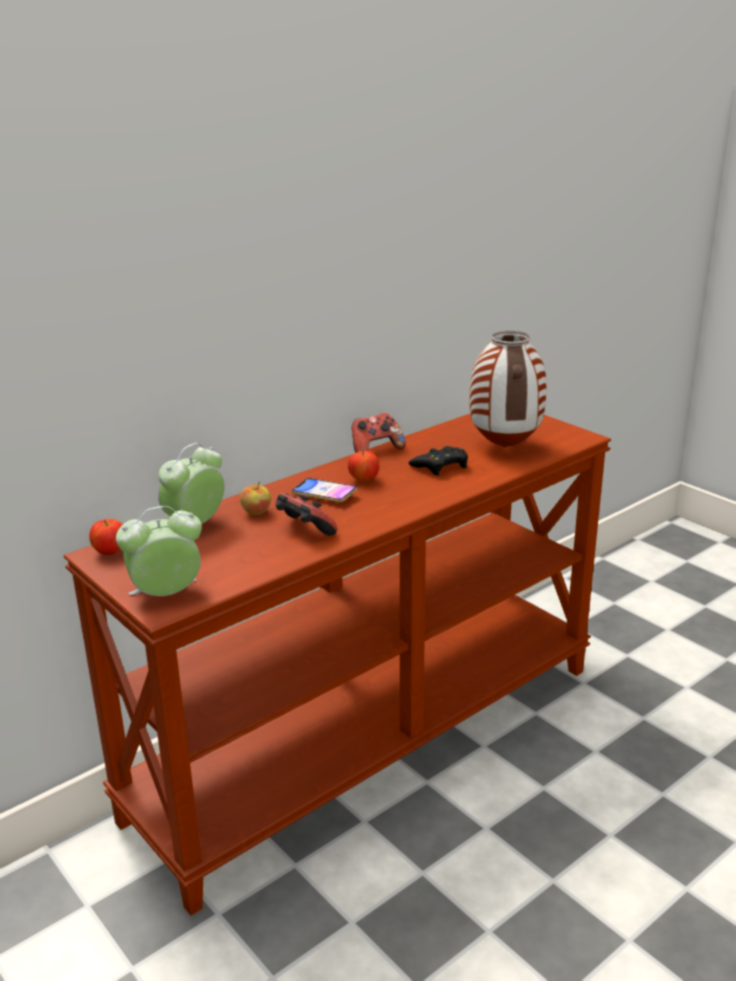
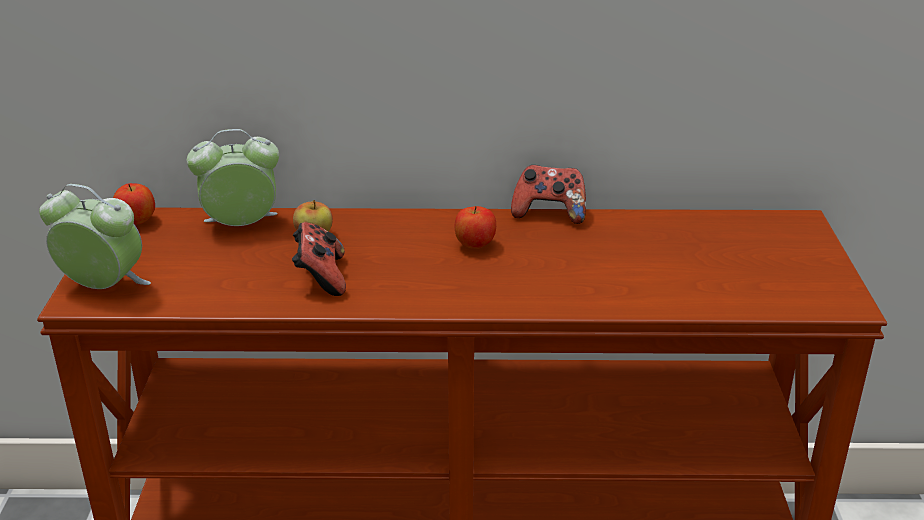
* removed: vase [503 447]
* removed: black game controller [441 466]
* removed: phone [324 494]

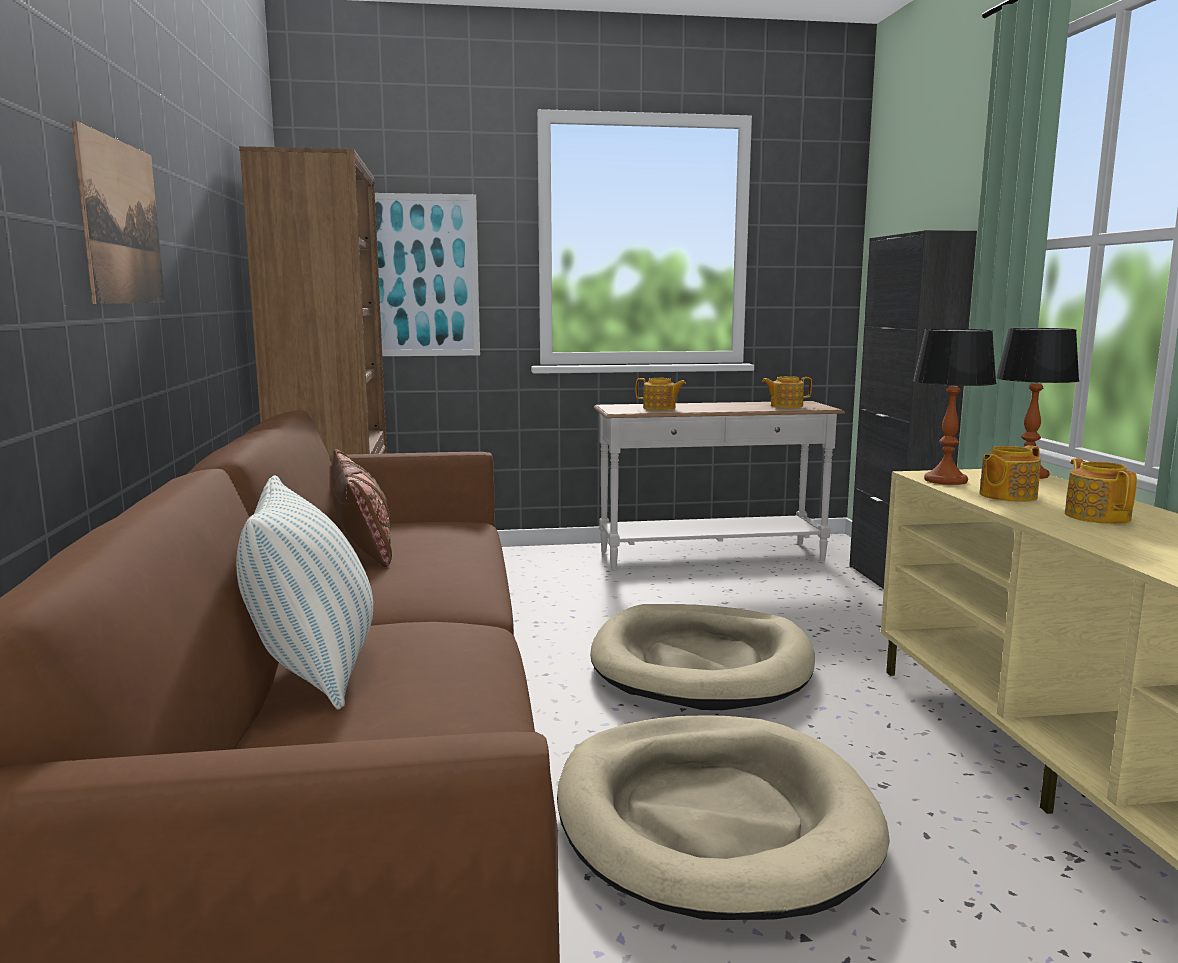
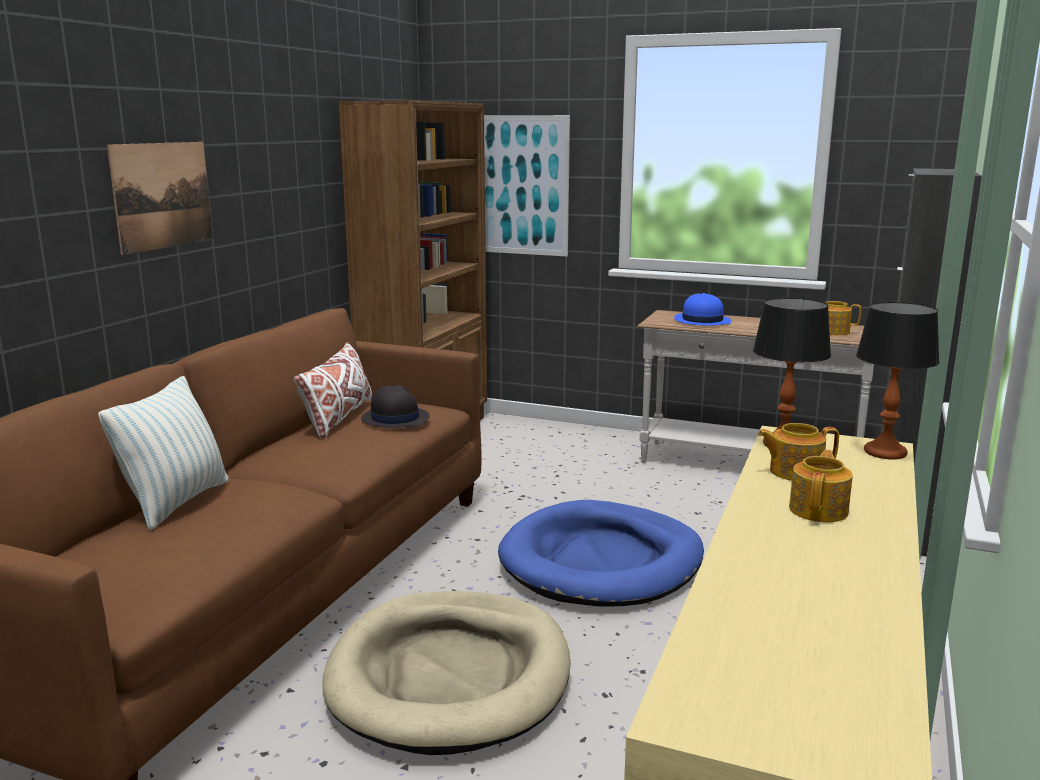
* replaced: teapot [660 408] to blue hat [701 321]
* recoloured: brown pillow [362 545] to white pillow [338 418]
* recoloured: beige dog bed [701 664] to blue dog bed [601 561]
* added: black hat [394 418]

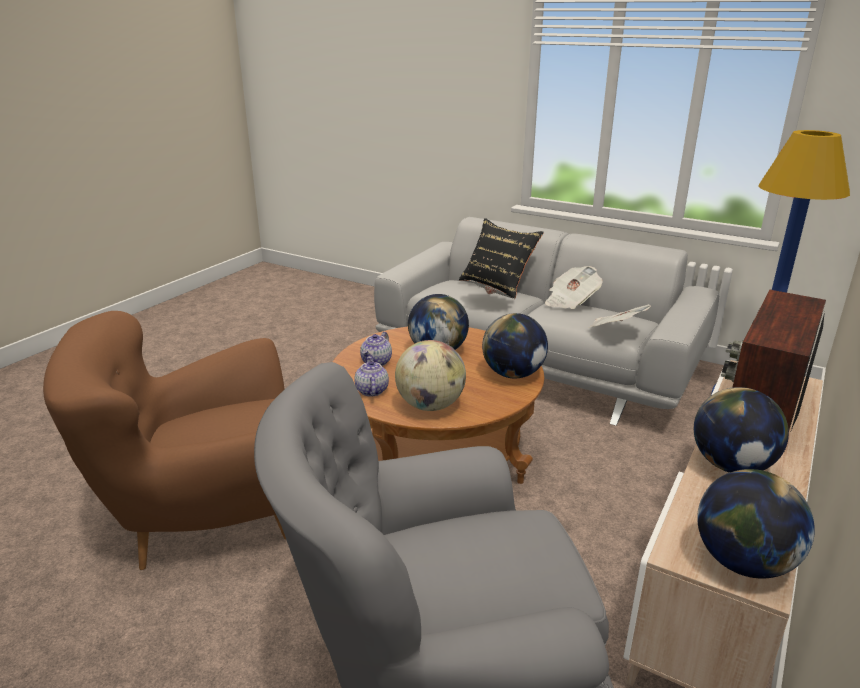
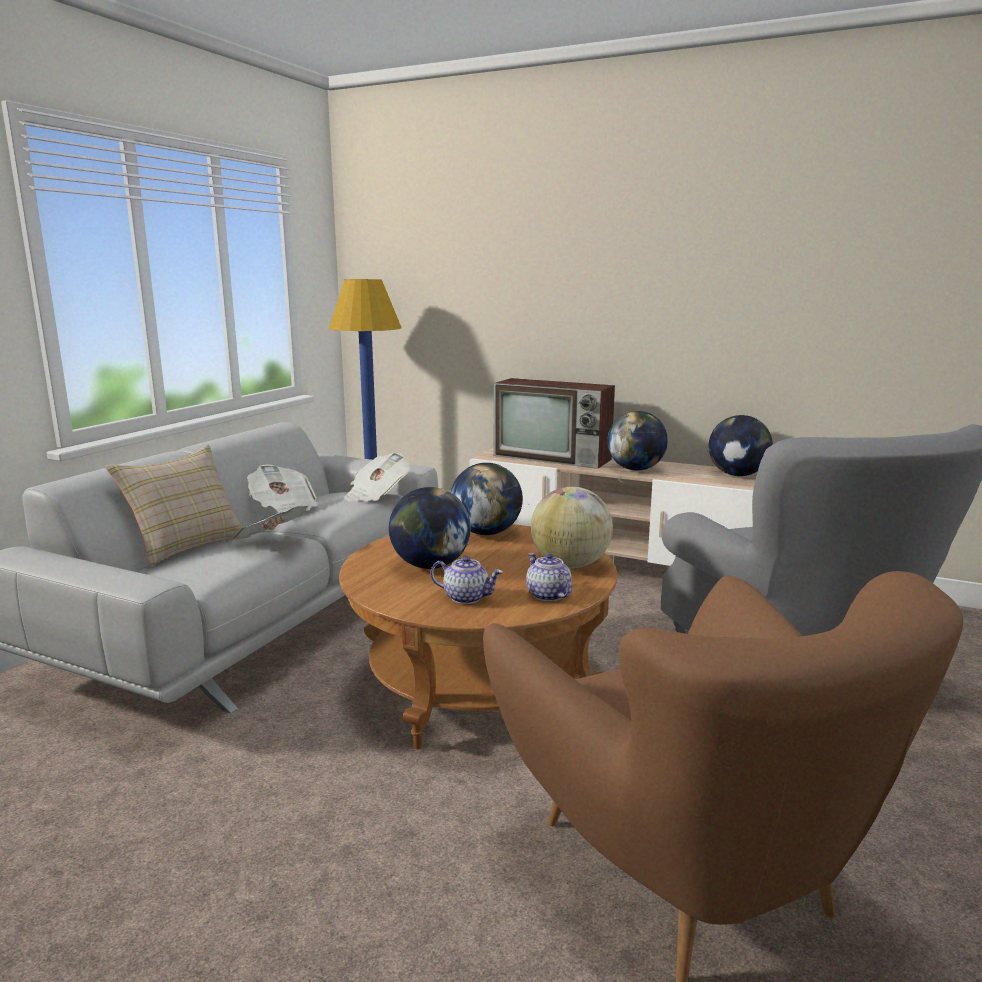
* recoloured: black pillow [498 285] to beige pillow [187 545]
* turned: teapot [371 390] = [547 595] 75 degrees clockwise

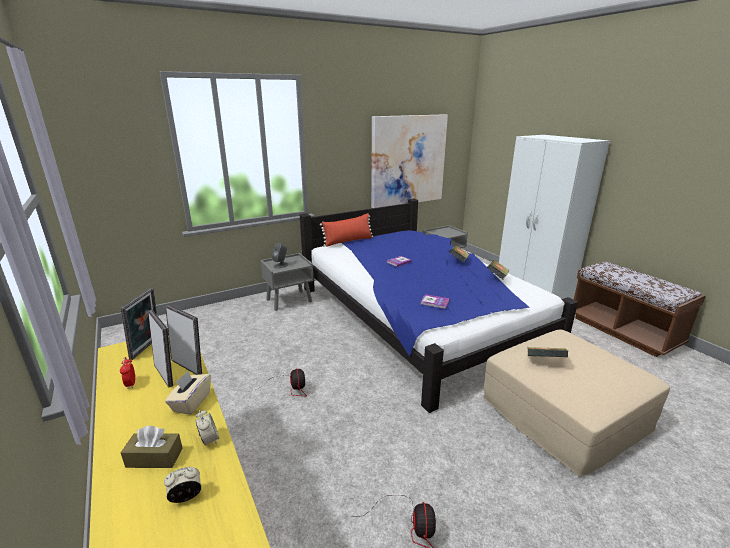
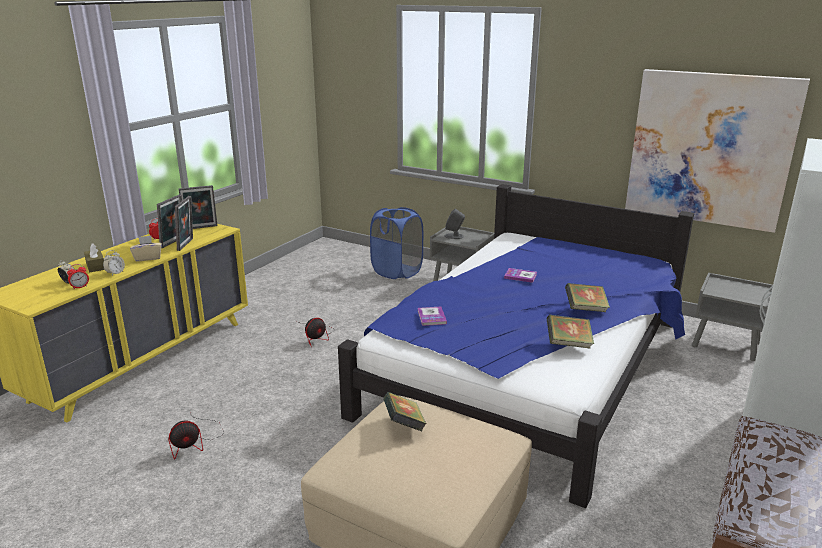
* removed: red pillow [348 241]
* added: blue laundry basket [397 271]
* added: alarm clock [80 287]

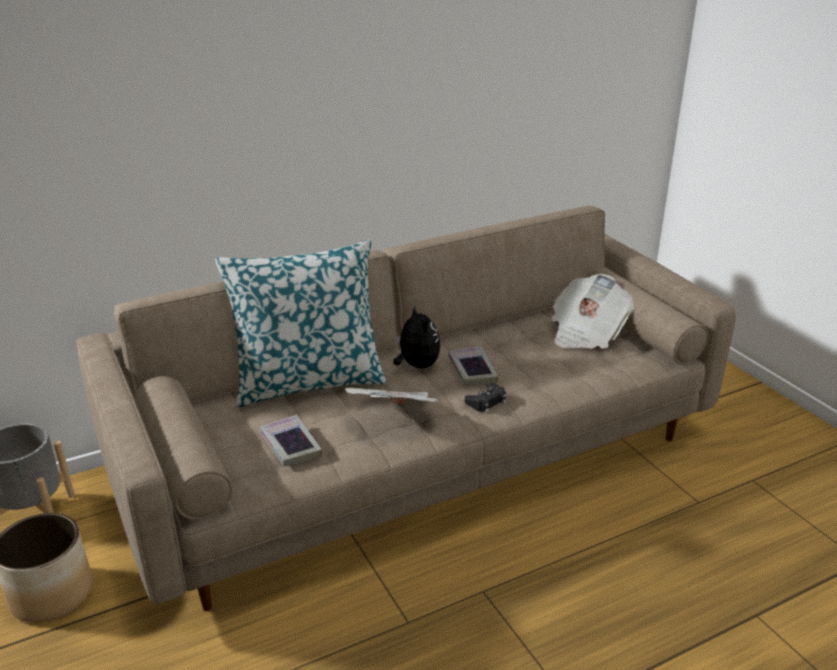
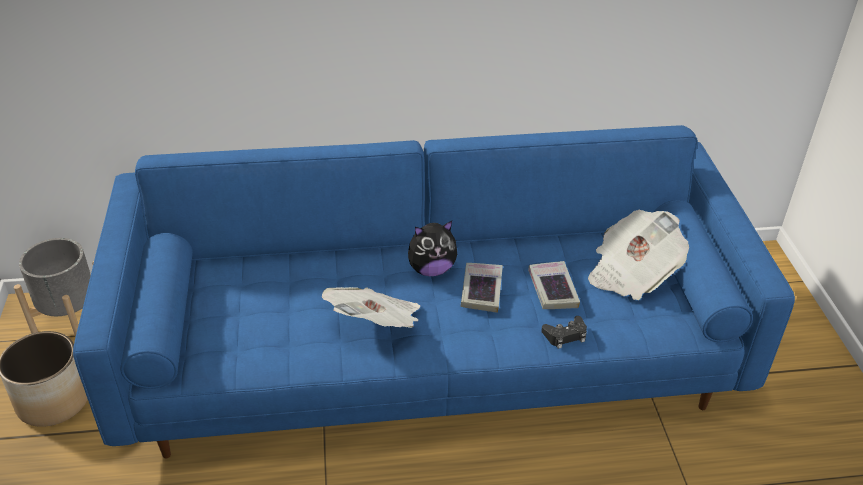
* recoloured: beige sofa [418 455] to blue sofa [429 352]
* removed: pillow [308 382]
* turned: plush toy [416 365] = [431 269] 75 degrees clockwise
* moved: black game controller [486 402] to [565 335]
* moved: book [290 445] to [552 289]

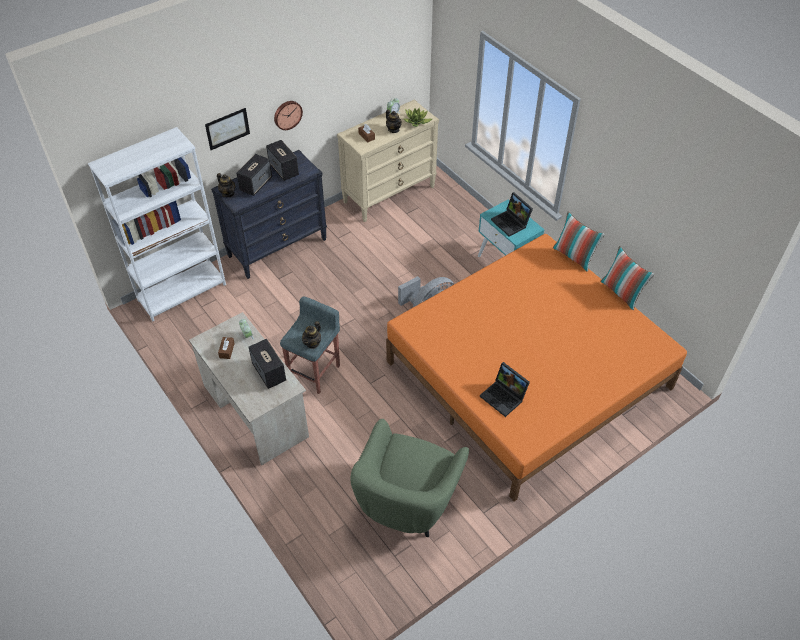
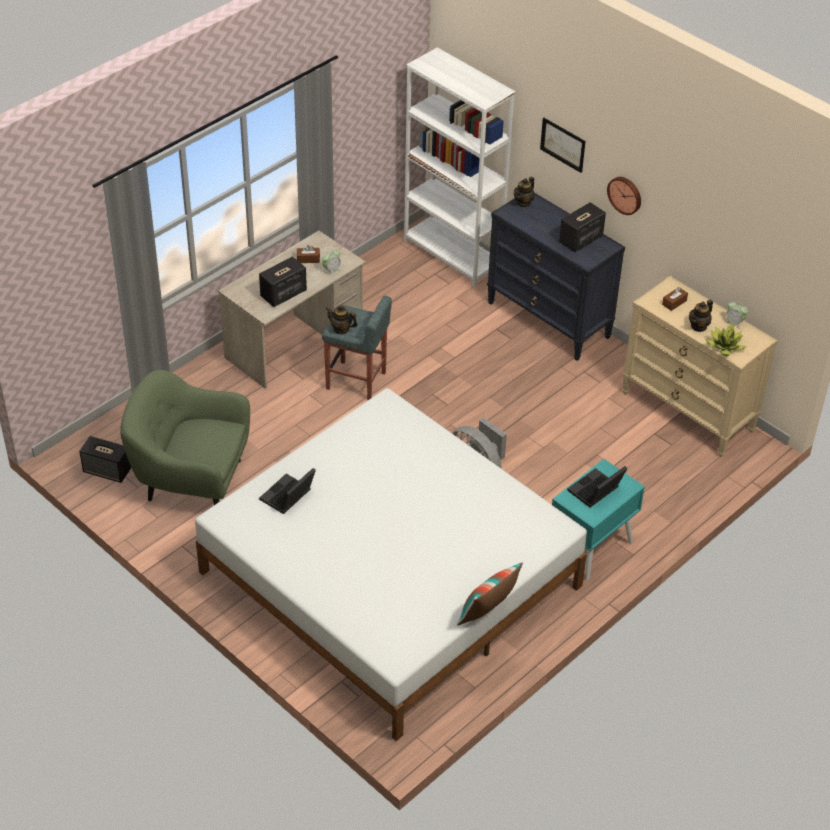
* moved: speaker [256 184] to [108 470]
* removed: pillow [574 256]
* recoloured: orange bed [528 375] to white bed [389 579]

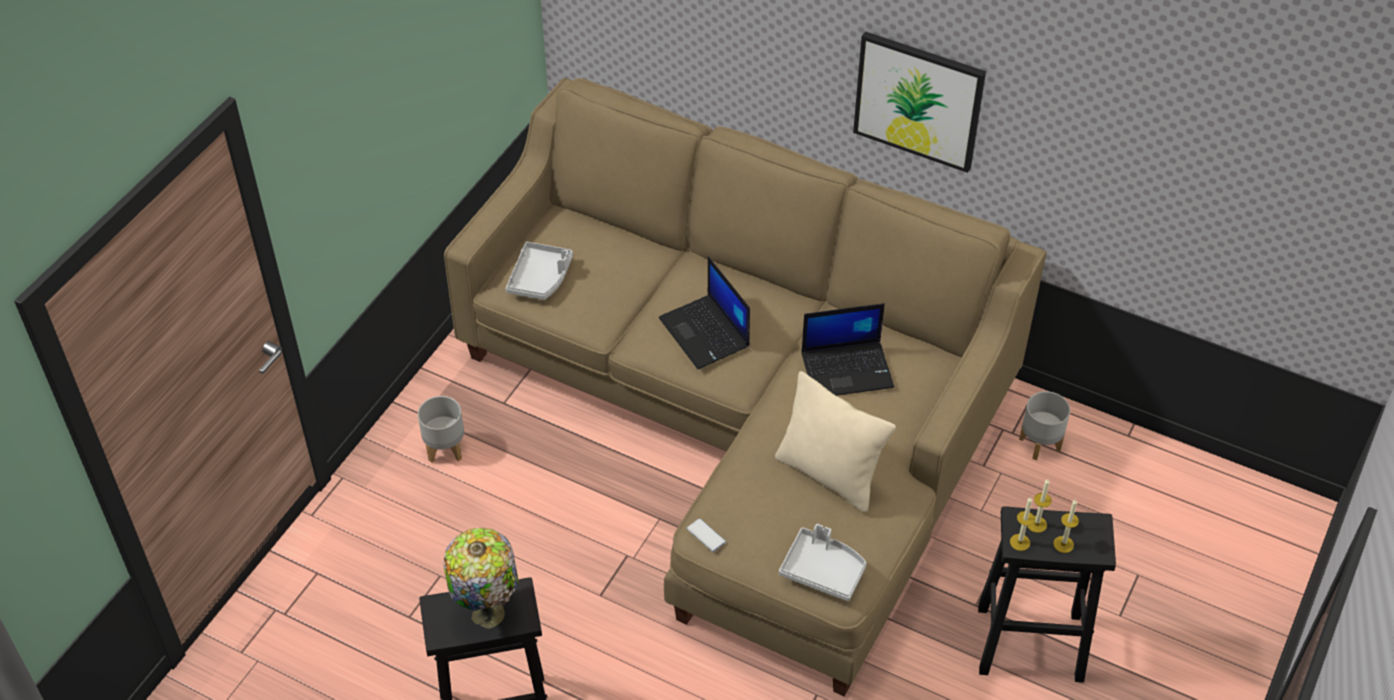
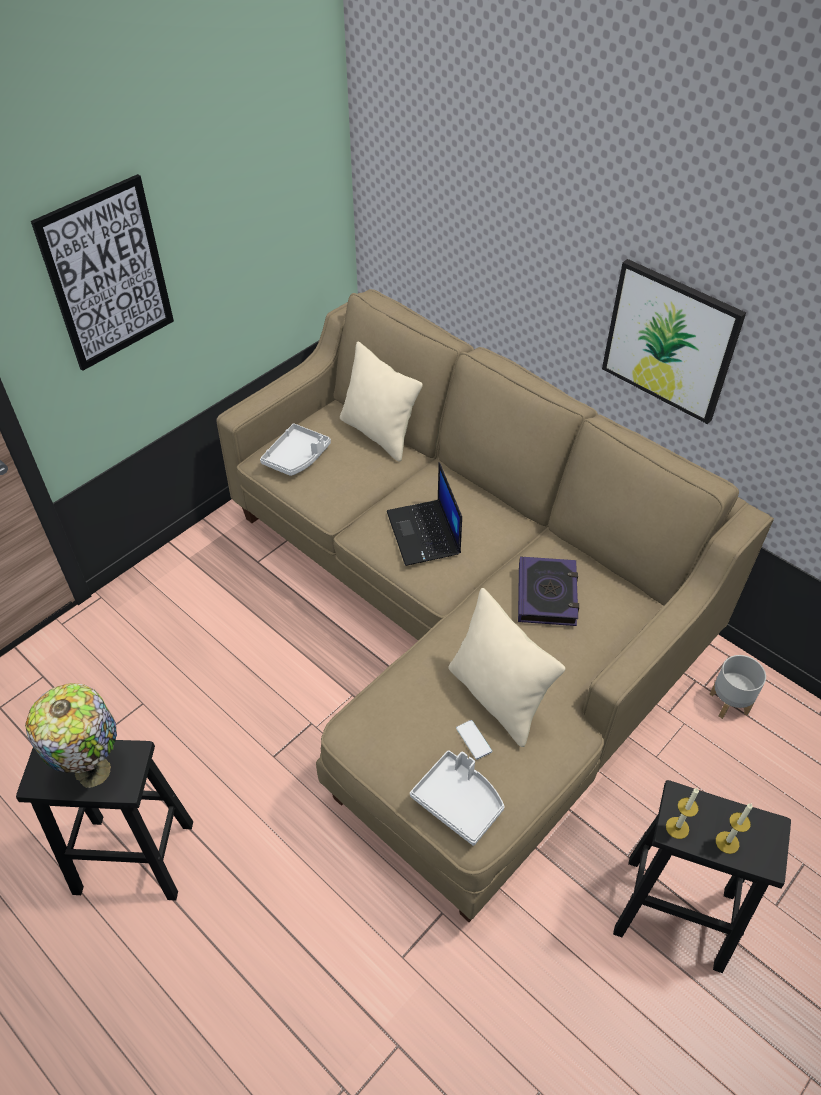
* replaced: laptop [848 369] to book [547 595]
* removed: grey planter [445 448]
* removed: candle [1036 524]
* moved: phone [706 535] to [474 739]
* added: picture [107 275]
* added: beige pillow [379 434]

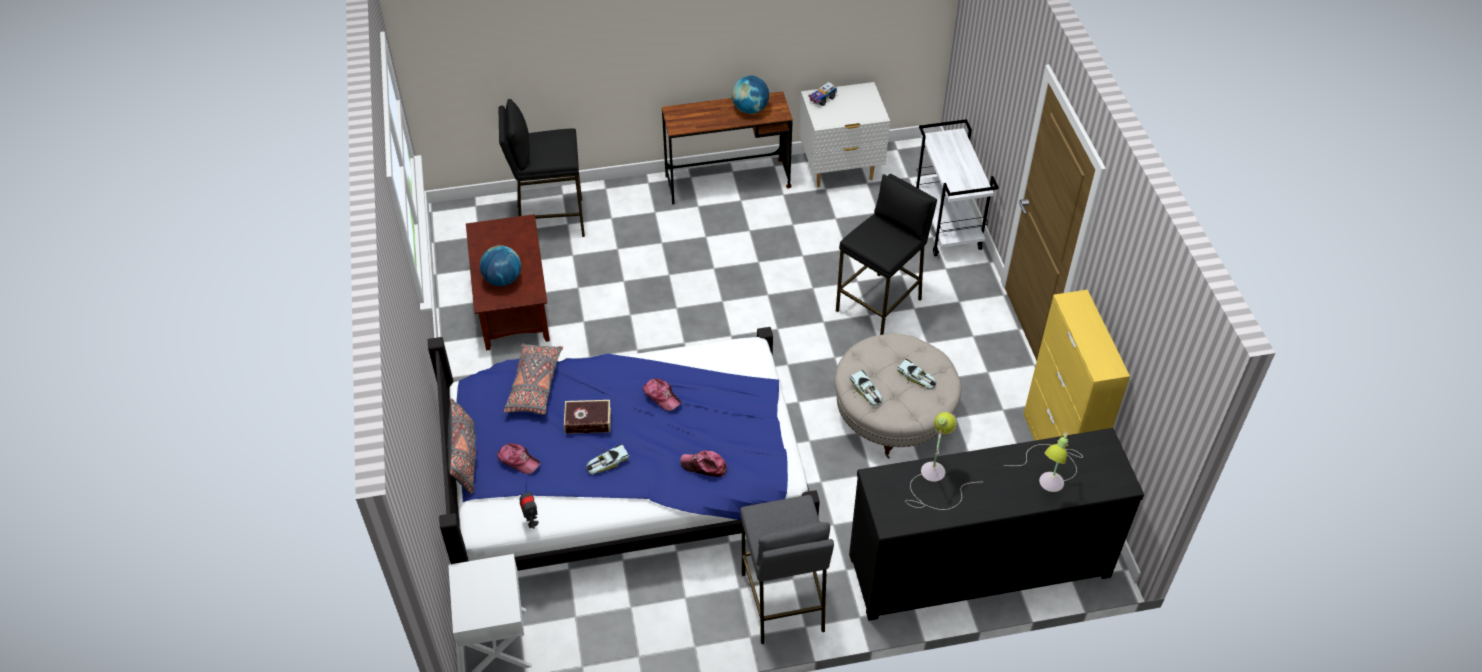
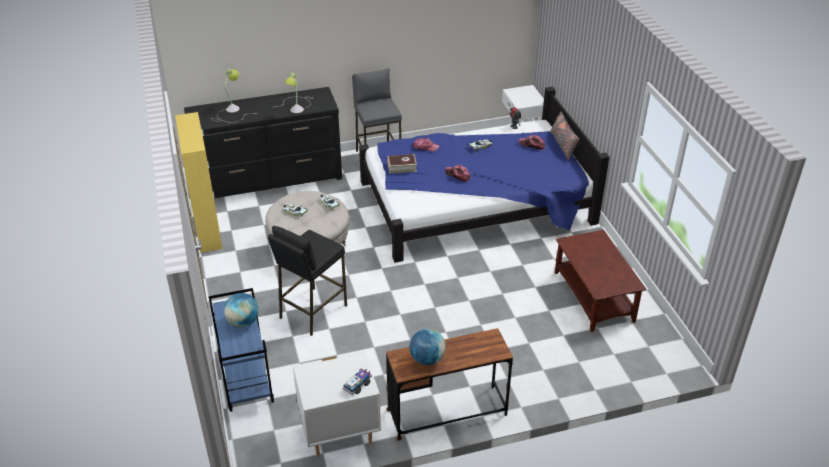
* removed: black stool [550 220]
* recoloured: white cart [947 226] to blue cart [246 381]
* moved: globe [503 279] to [243 322]
* removed: grey pillow [534 385]
* moved: book [588 421] to [402 167]

